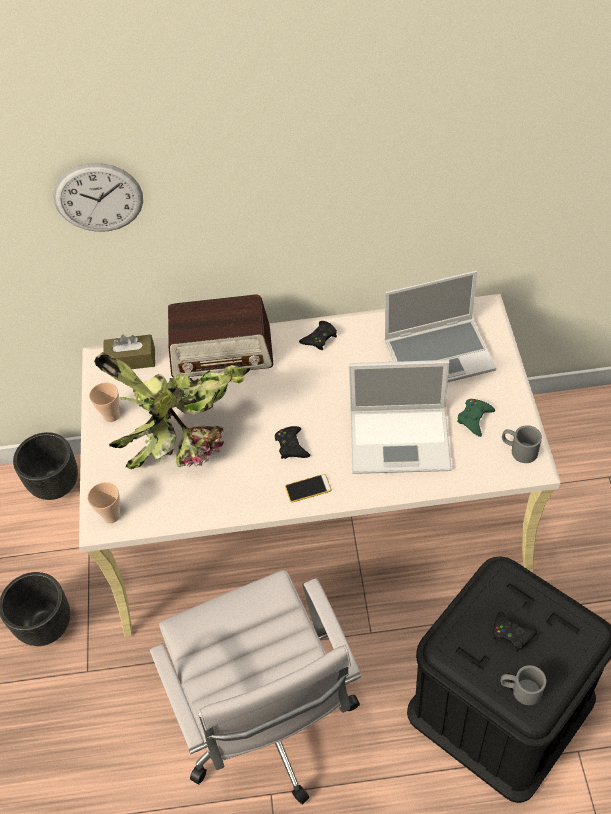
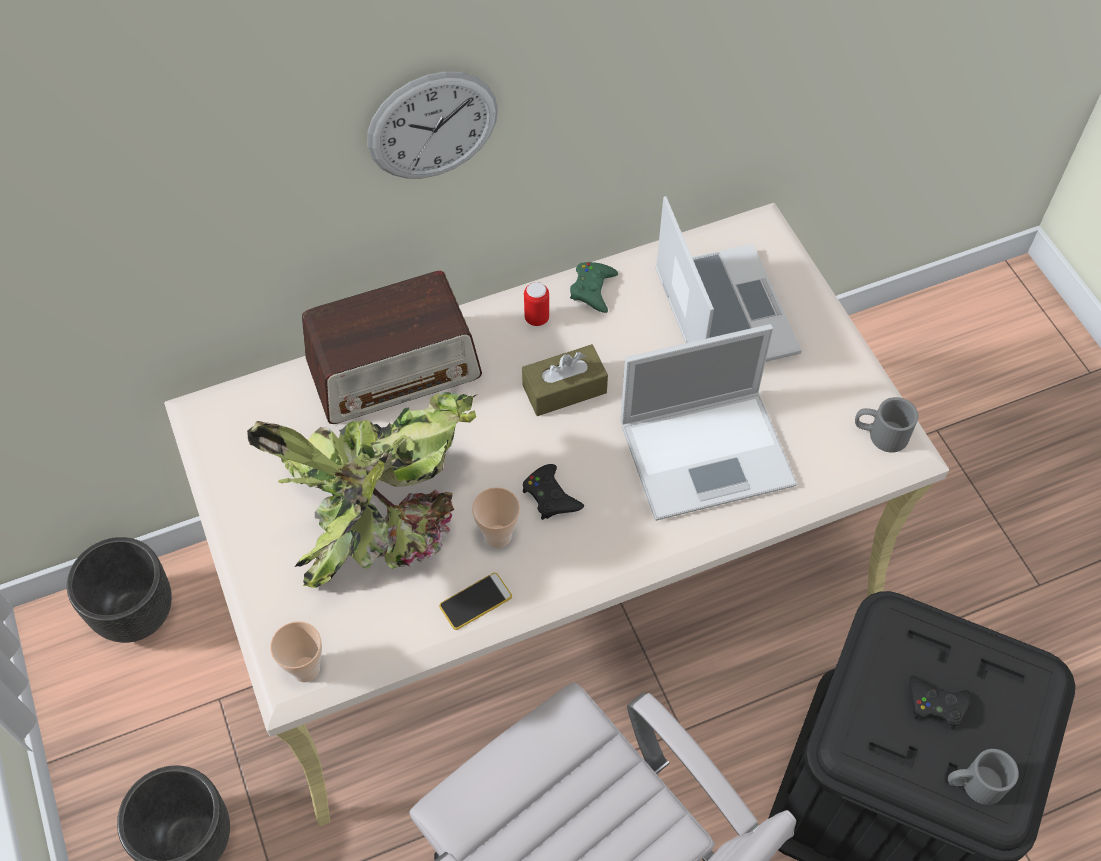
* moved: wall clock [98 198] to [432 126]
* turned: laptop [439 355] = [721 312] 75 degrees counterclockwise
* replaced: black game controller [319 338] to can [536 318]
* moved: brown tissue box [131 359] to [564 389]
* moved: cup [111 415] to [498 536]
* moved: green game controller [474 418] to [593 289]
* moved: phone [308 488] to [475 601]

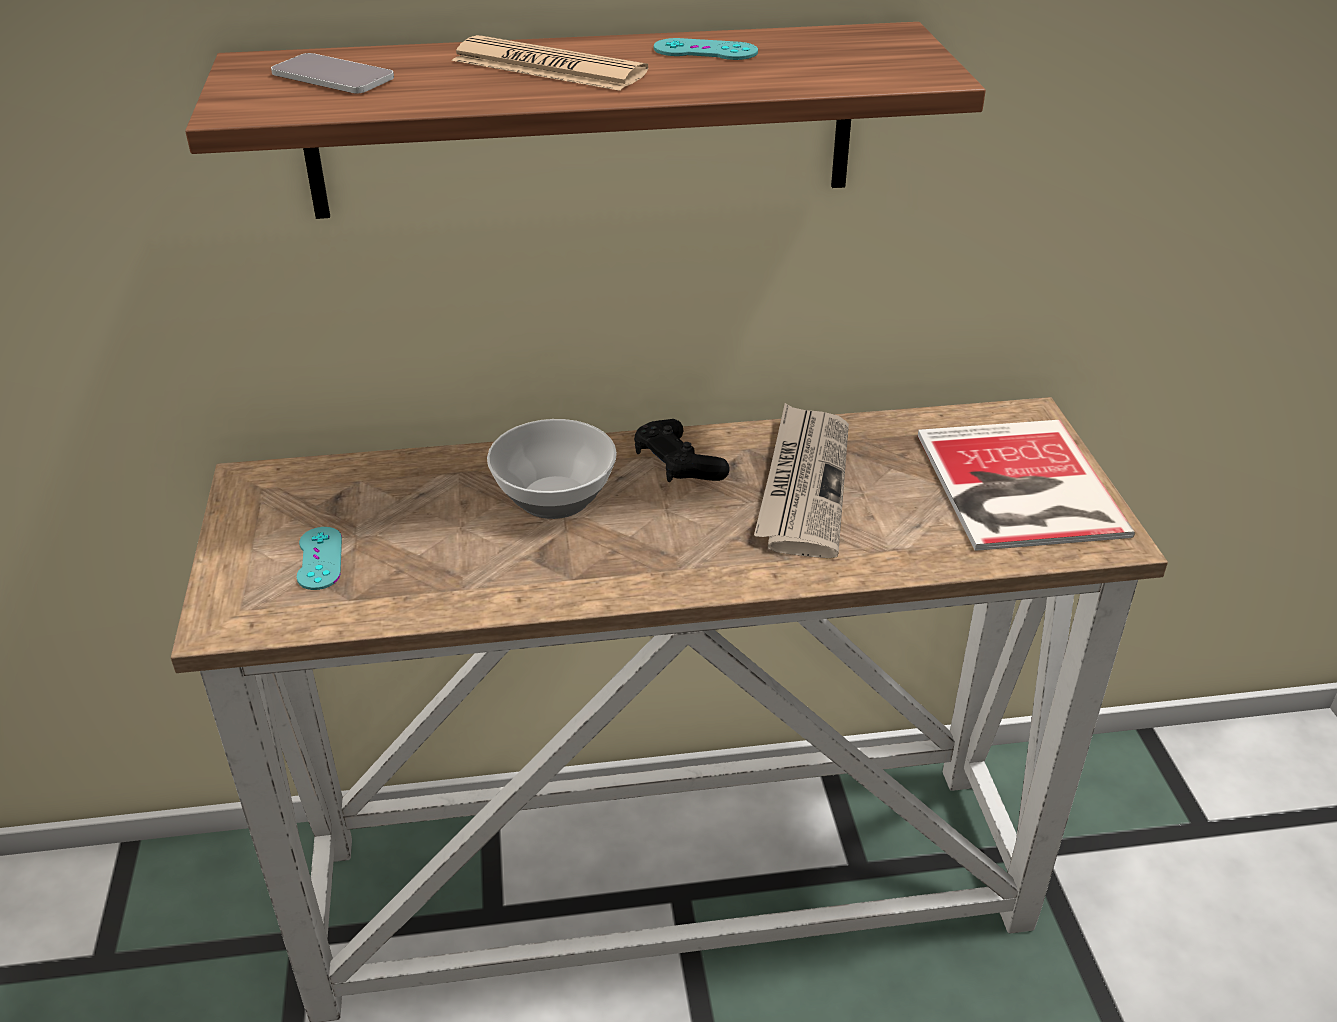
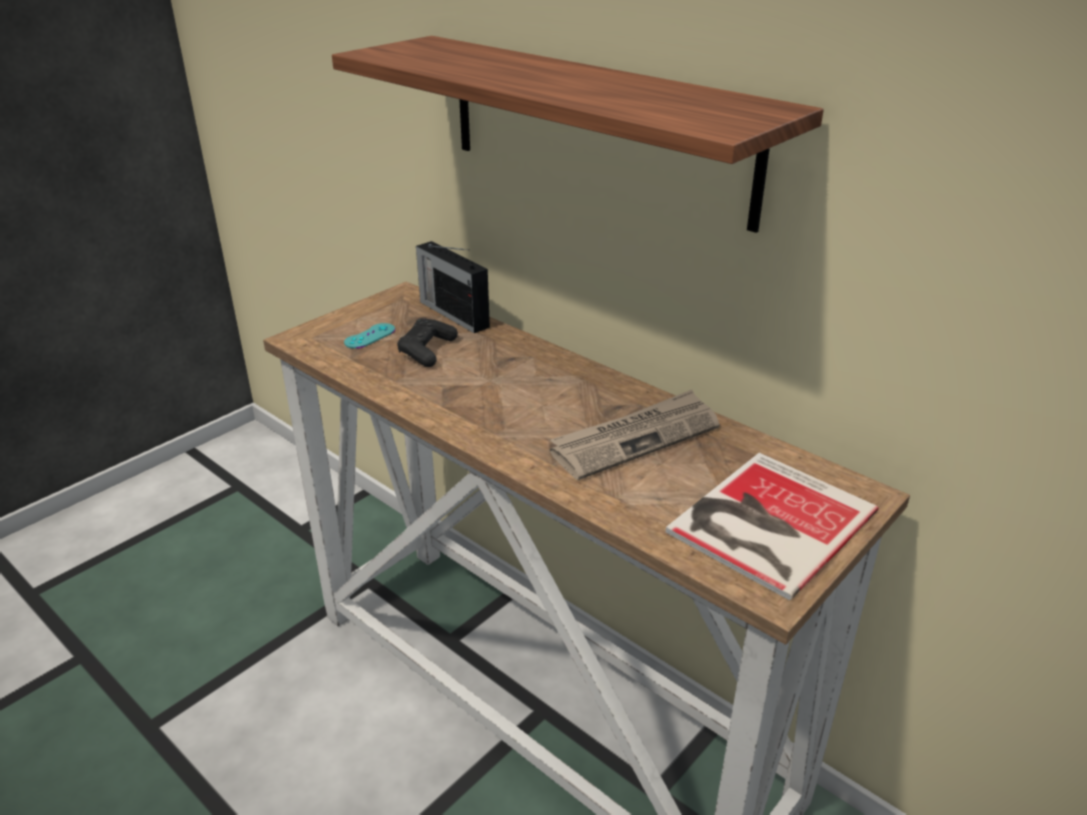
* removed: newspaper [548 67]
* removed: turquoise game controller [705 50]
* removed: phone [333 76]
* removed: bowl [552 499]
* moved: black game controller [678 465] to [427 351]
* added: radio [453 313]

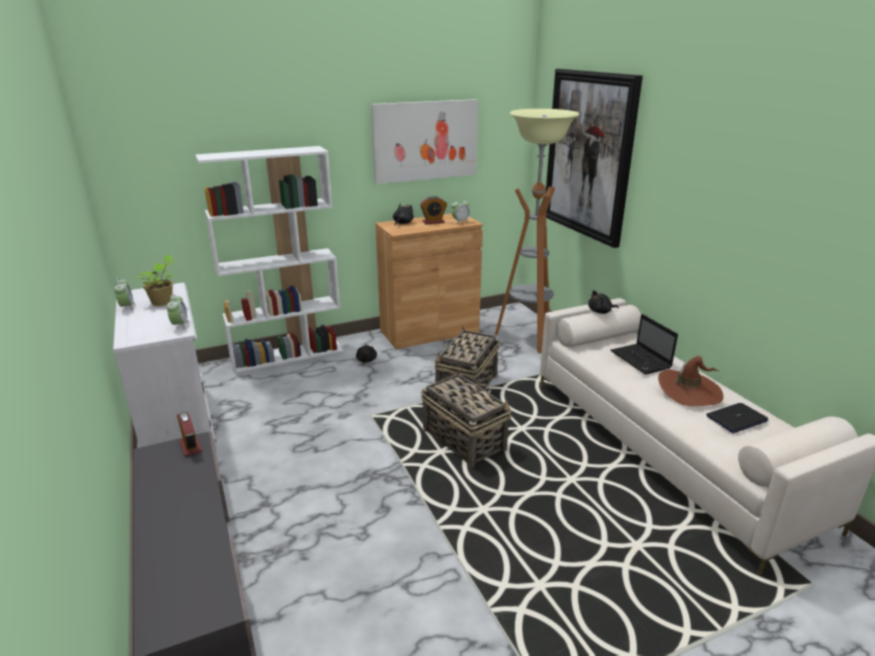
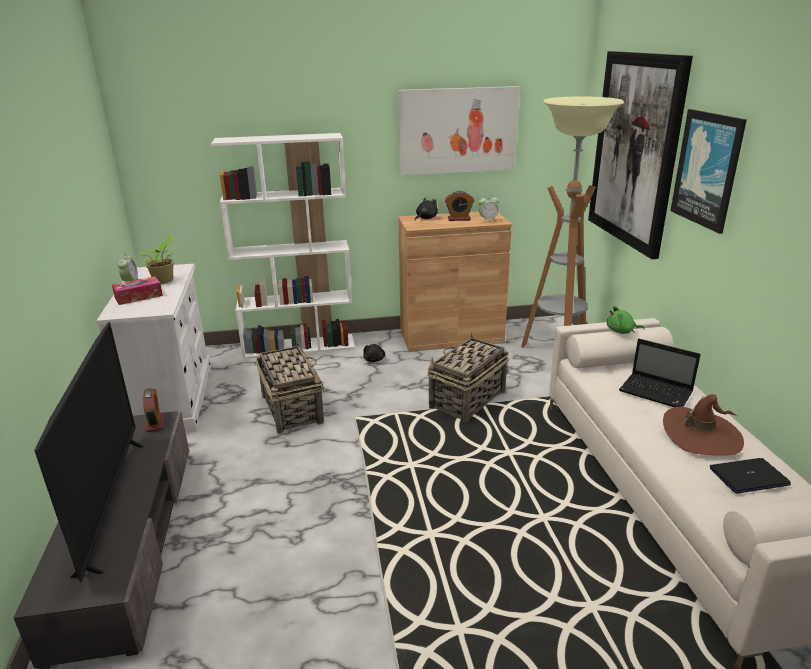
* recoloured: black plush toy [601 312] to green plush toy [621 331]
* removed: alarm clock [180 325]
* turned: laptop [641 360] = [657 392] 45 degrees counterclockwise
* moved: basket [463 439] to [292 408]
* added: picture [707 169]
* added: tissue box [138 297]
* added: television [111 503]

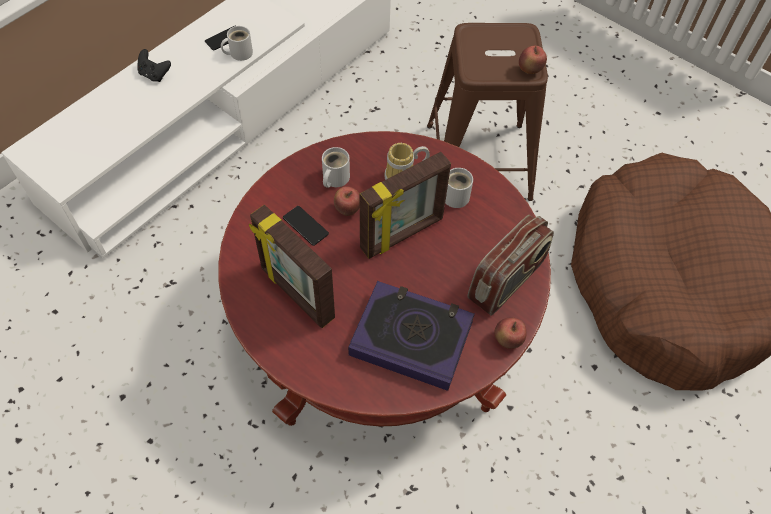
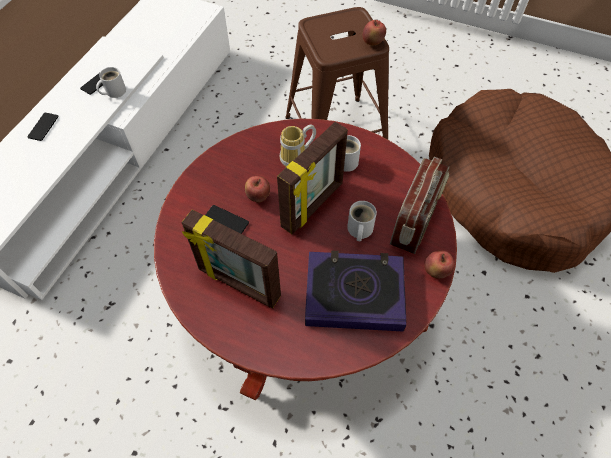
* replaced: black game controller [154 74] to phone [43 127]
* moved: white mug [334 178] to [359 230]

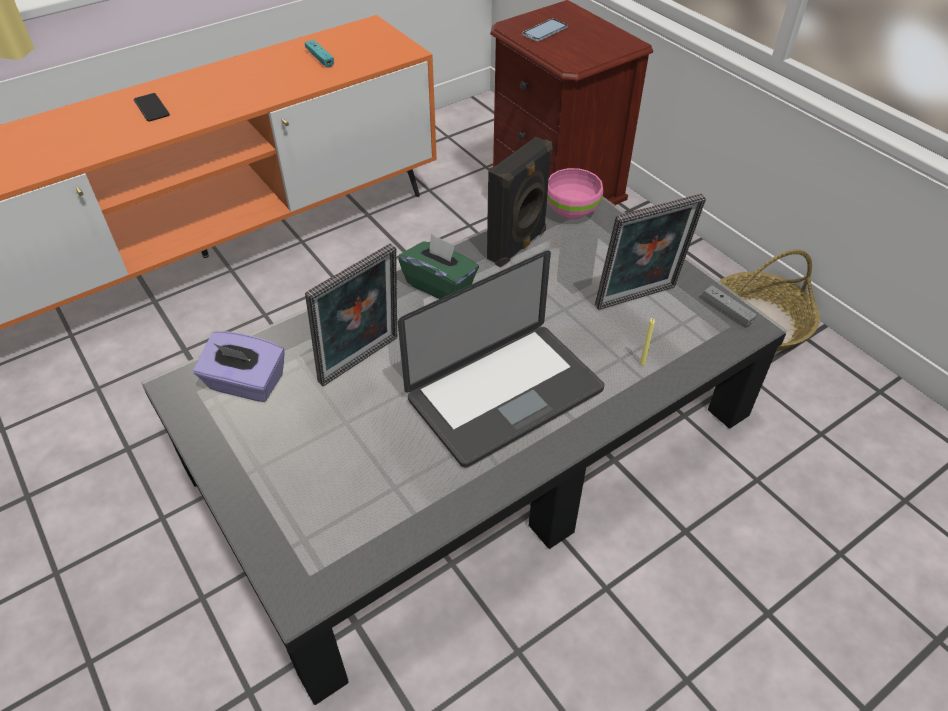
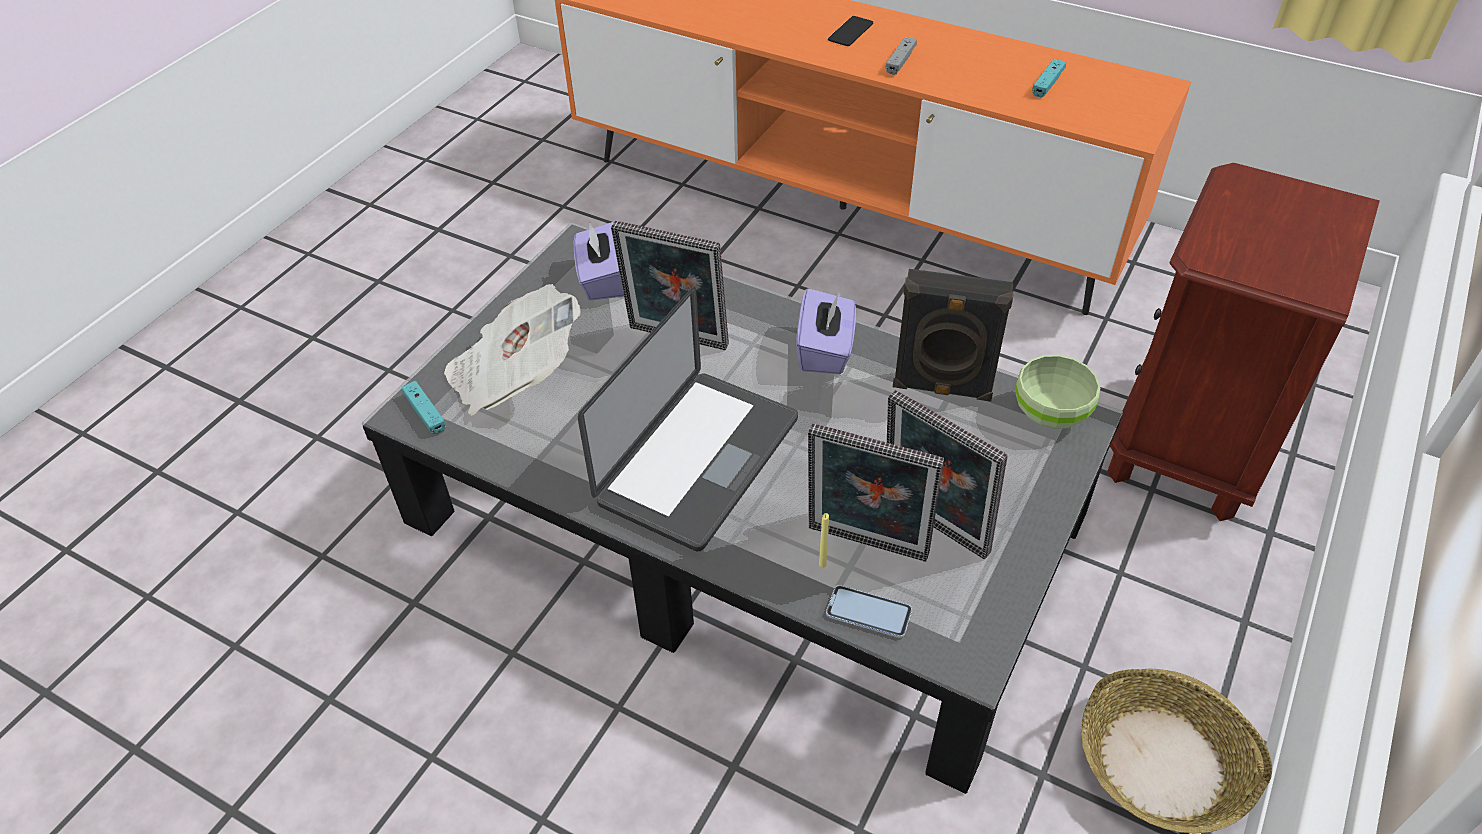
* moved: phone [544 31] to [868 613]
* recoloured: pink bowl [572 211] to green bowl [1051 415]
* recoloured: green tissue box [440 285] to purple tissue box [825 351]
* turned: laptop [505 395] = [699 460] 90 degrees counterclockwise
* moved: grey game controller [727 310] to [900 61]
* added: newspaper [515 376]
* added: turquoise game controller [425 413]
* added: picture frame [865 547]

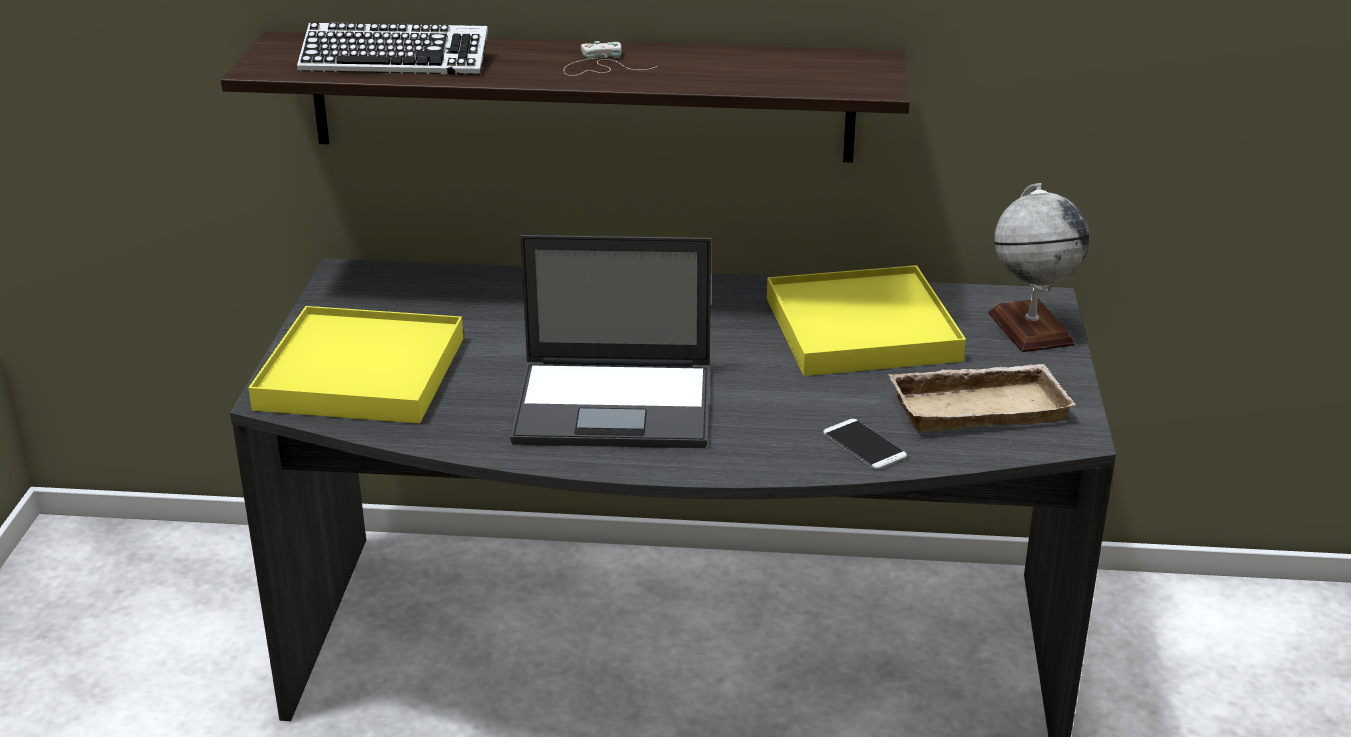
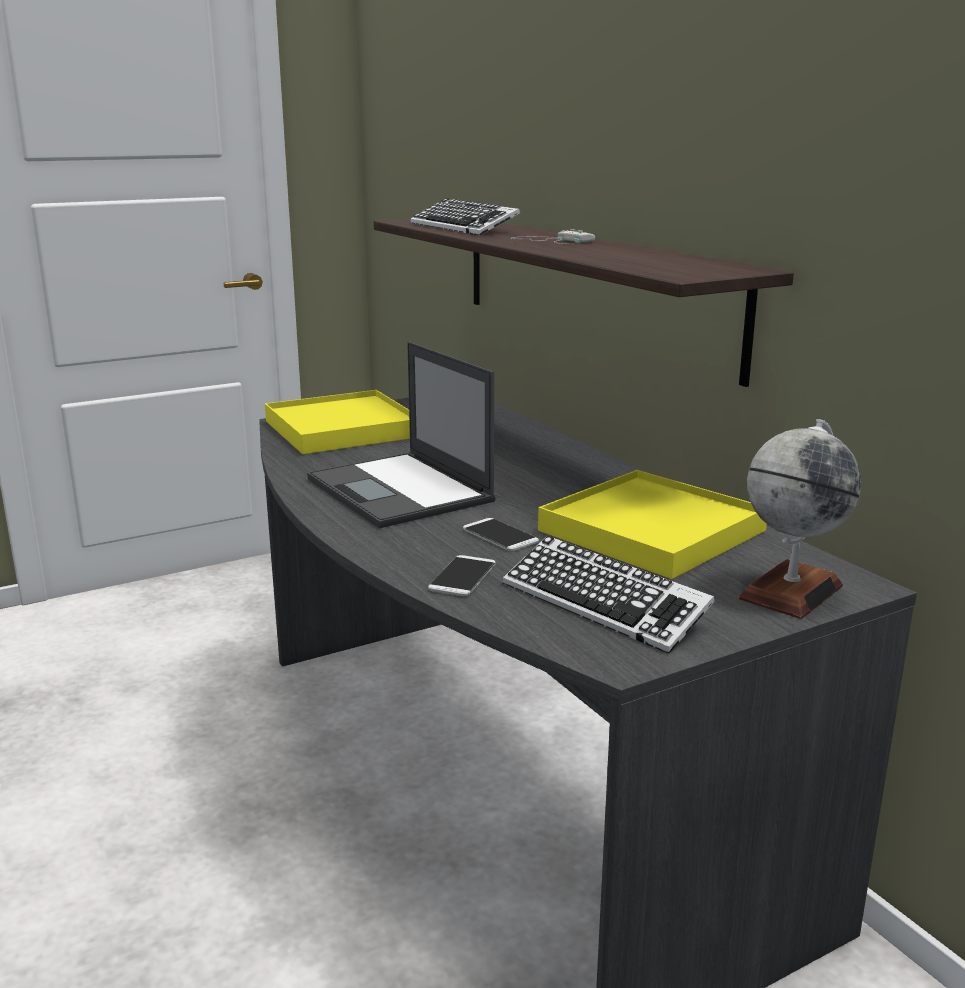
* replaced: beige tray [979 406] to keyboard [603 604]
* added: phone [500 536]

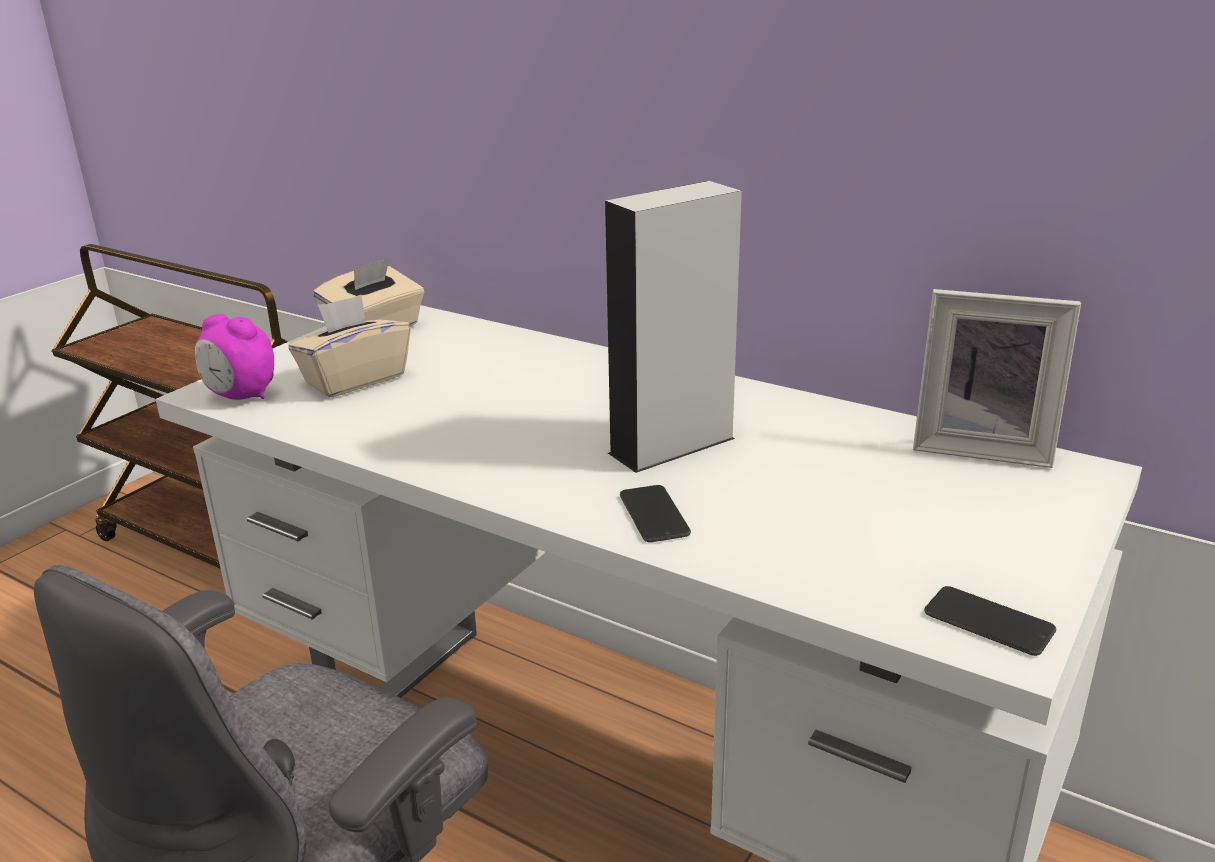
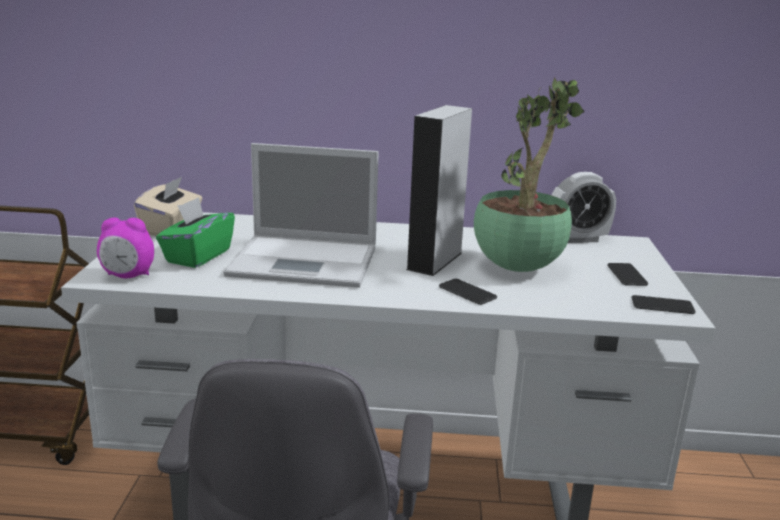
* replaced: picture frame [981 447] to alarm clock [577 239]
* recoloured: beige tissue box [355 379] to green tissue box [197 256]
* added: potted plant [518 267]
* added: laptop [307 262]
* added: phone [626 275]

